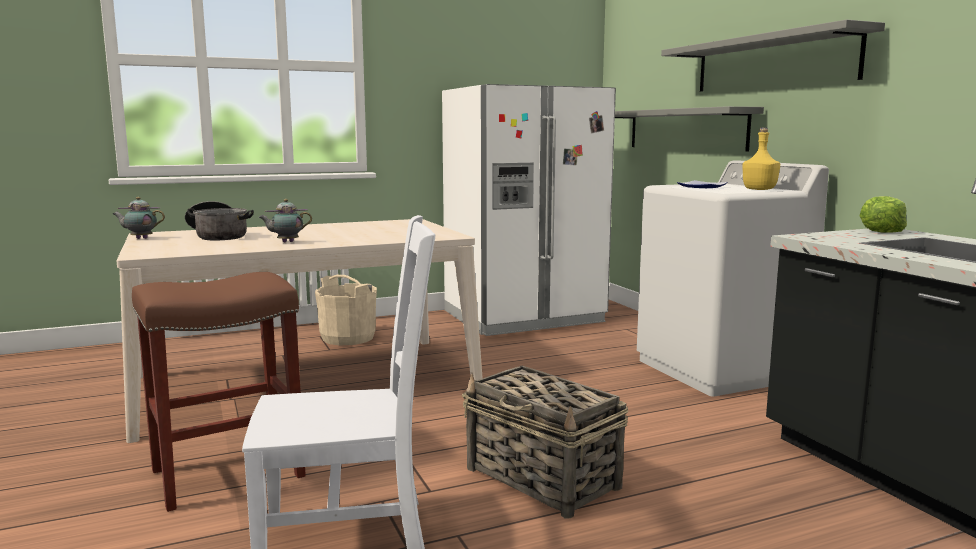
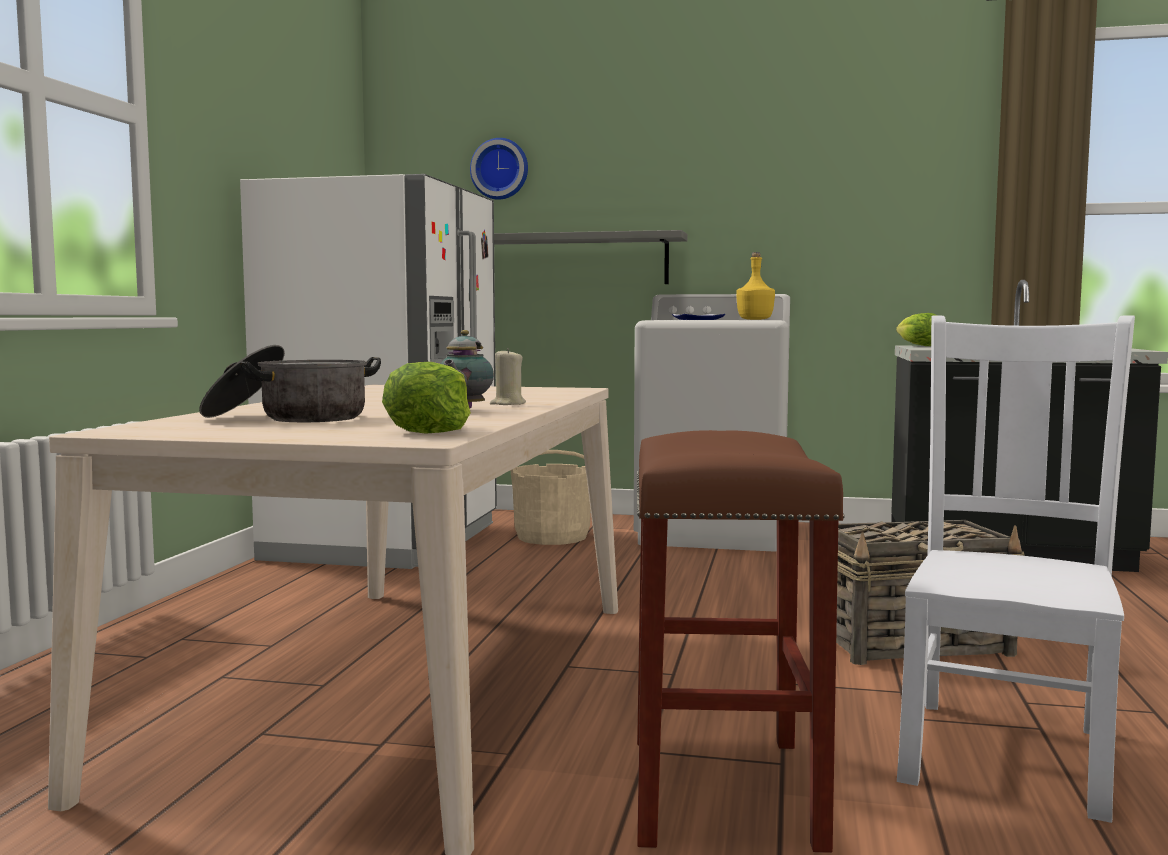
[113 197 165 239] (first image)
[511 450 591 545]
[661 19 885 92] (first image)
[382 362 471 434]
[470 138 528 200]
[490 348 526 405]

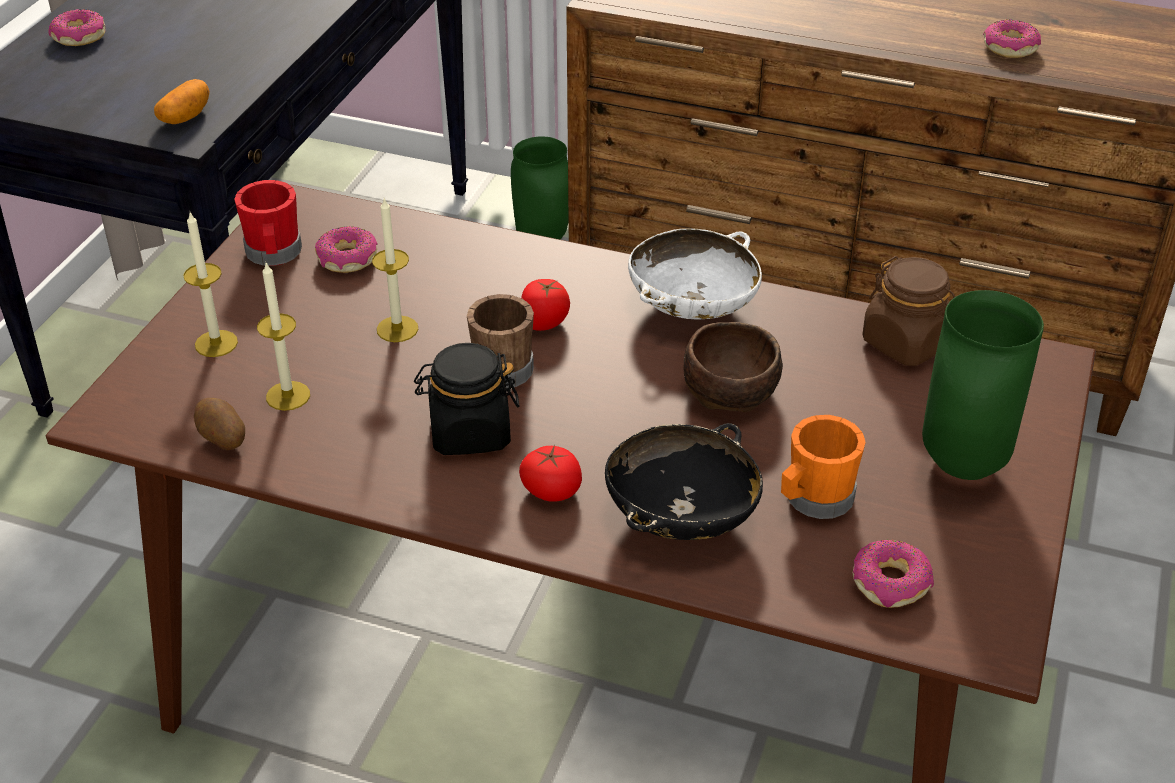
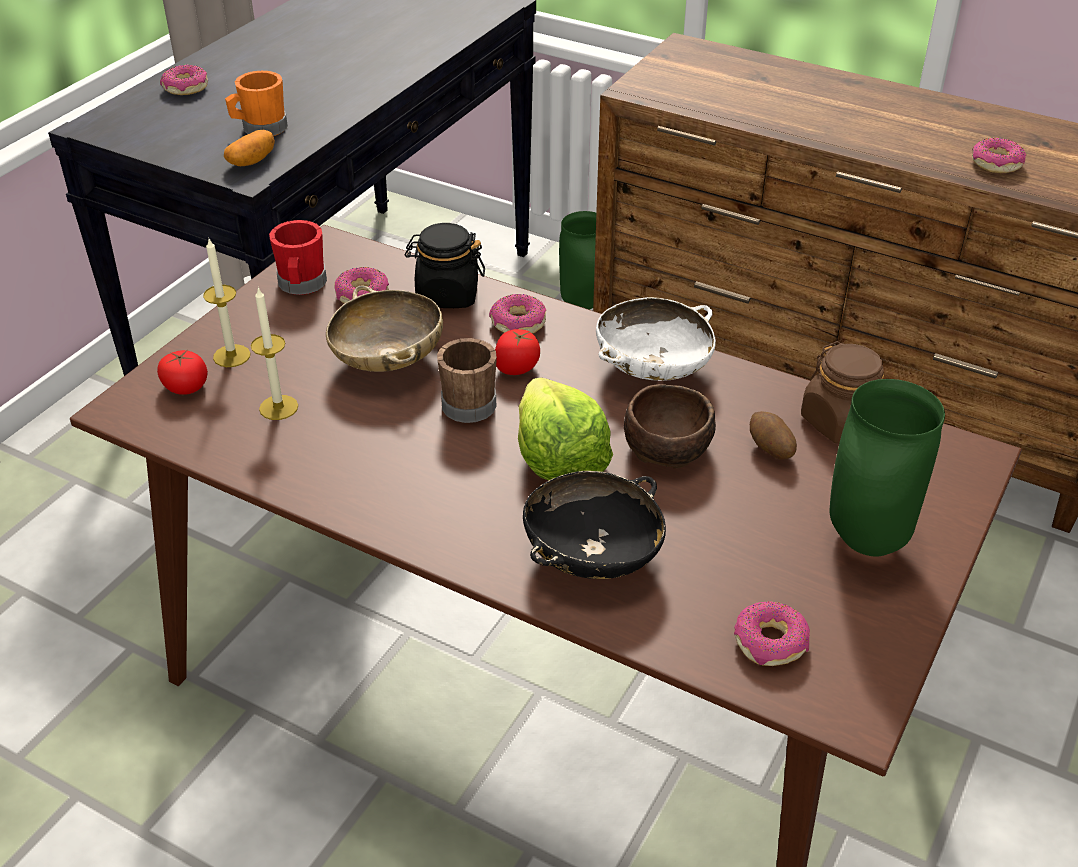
[750 411 797 460]
[326 285 443 372]
[405 223 485 308]
[157 350 208 395]
[225 71 288 136]
[489 294 546 333]
[518 377 613 480]

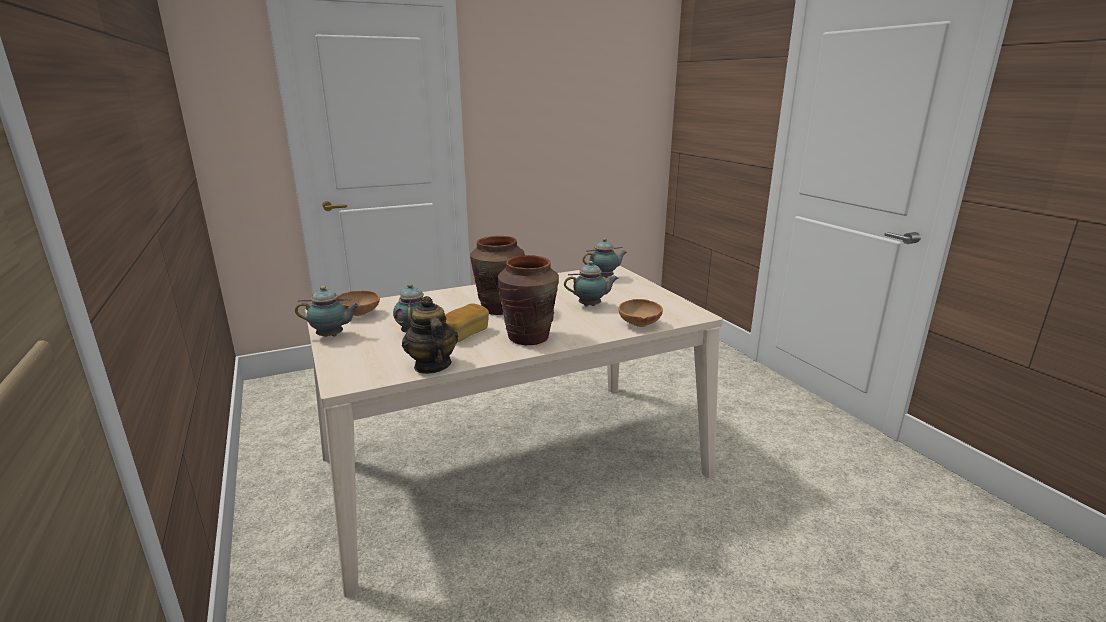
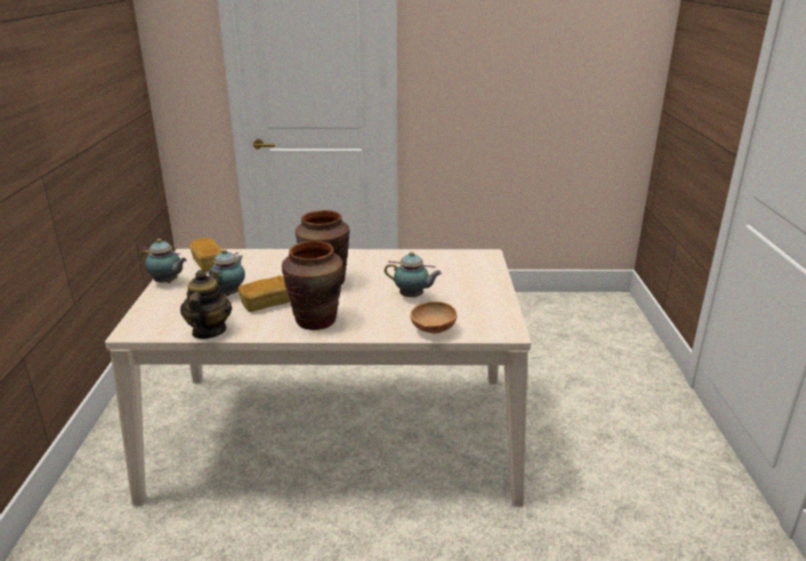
[190 238 222 272]
[583 238 627 278] (first image)

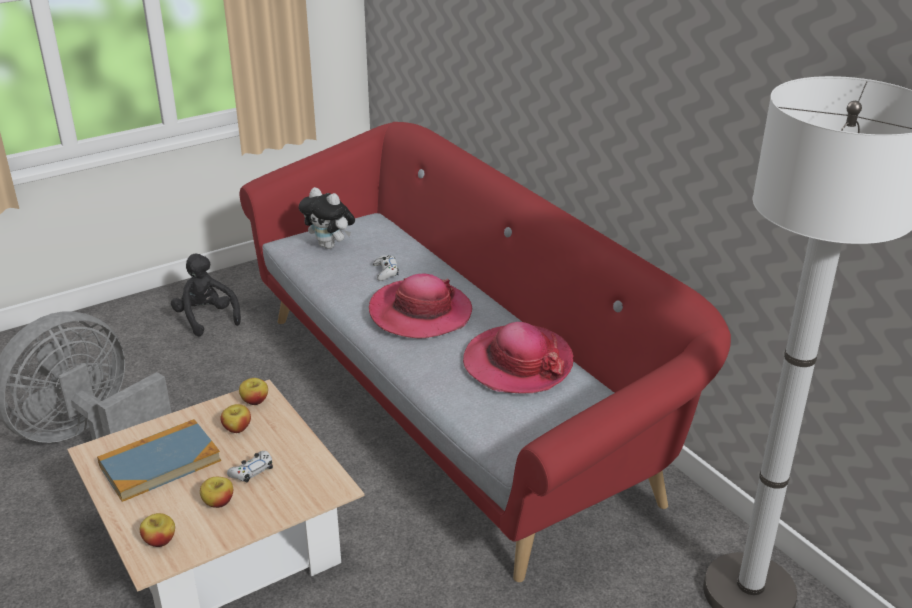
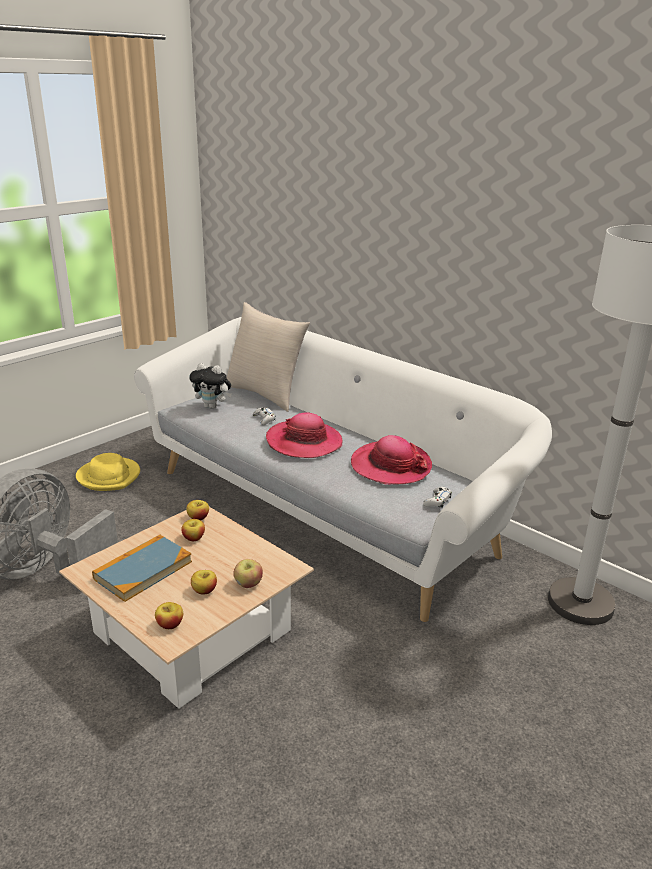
[76 453 140 491]
[423 487 452 508]
[134 317 552 622]
[227 302 310 412]
[233 559 263 588]

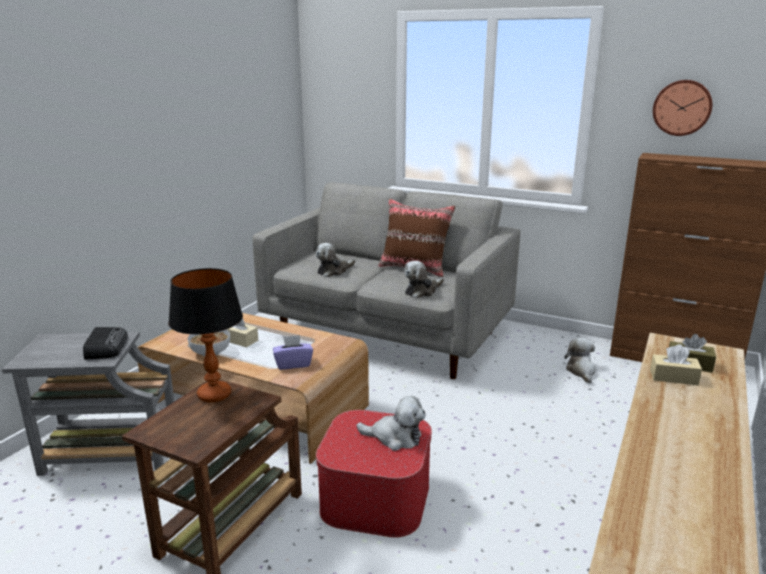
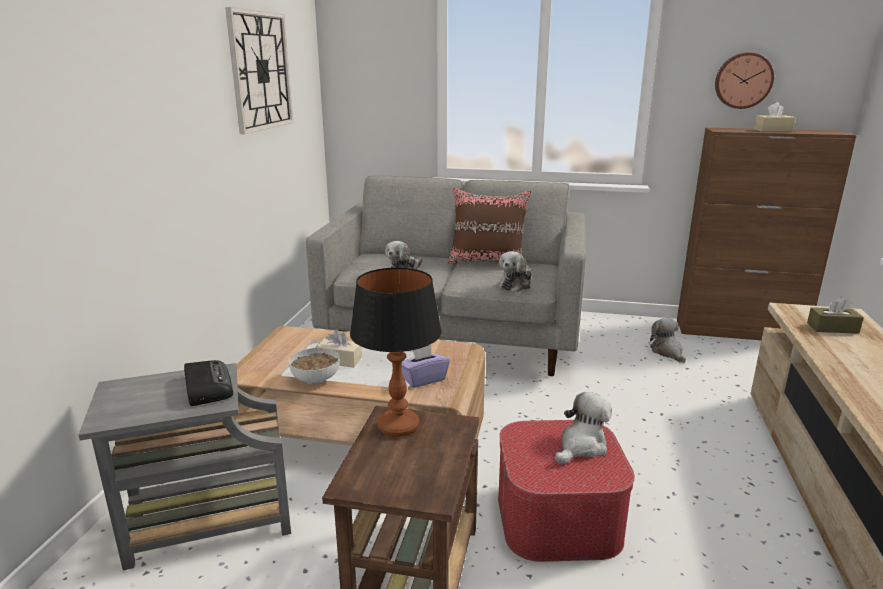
[555 392 612 464]
[754 102 795 132]
[225 7 293 134]

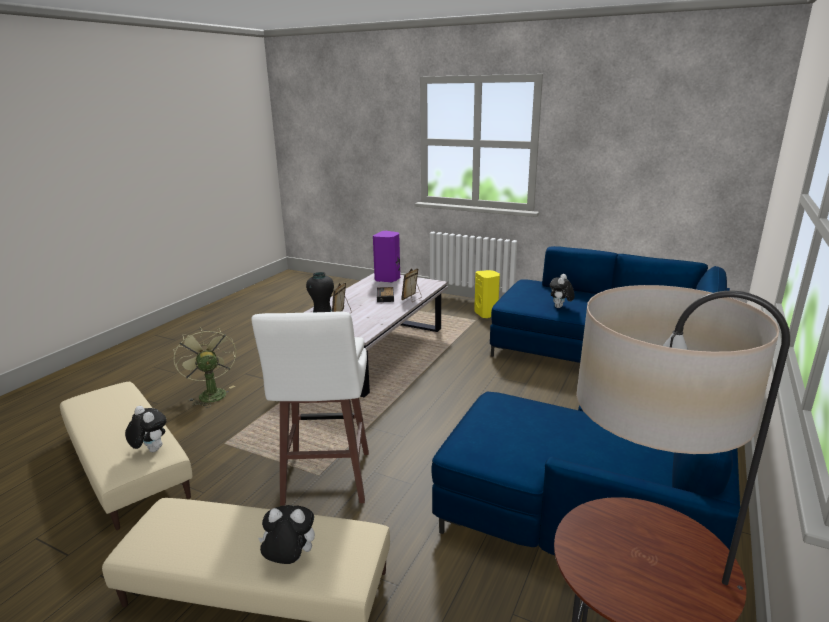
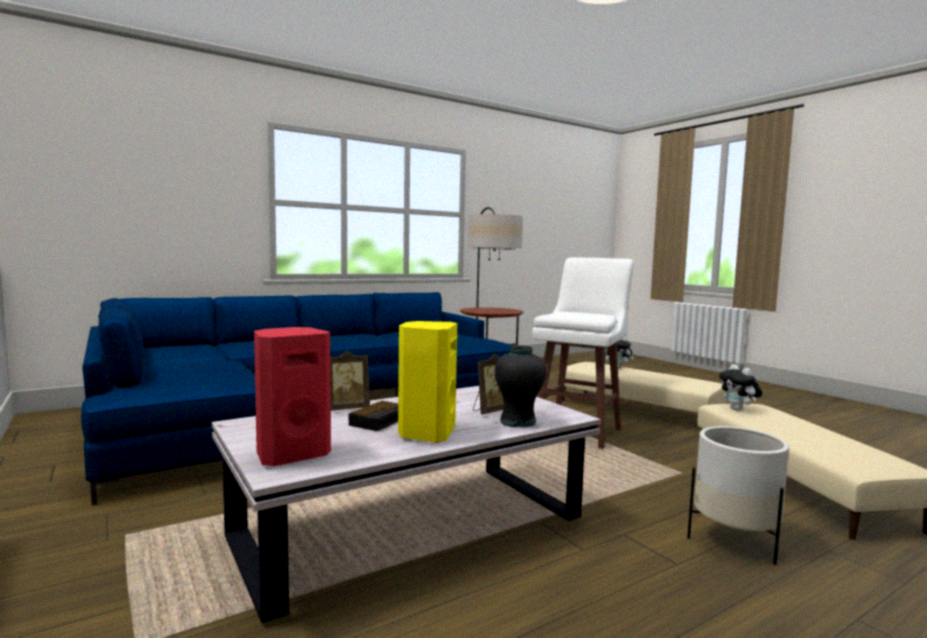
[687 426 789 565]
[254 327 331 466]
[398 321 457 443]
[550 274 575 308] (first image)

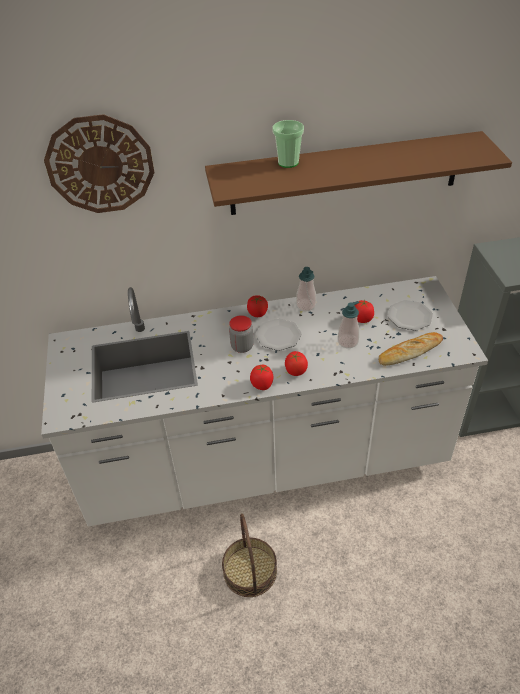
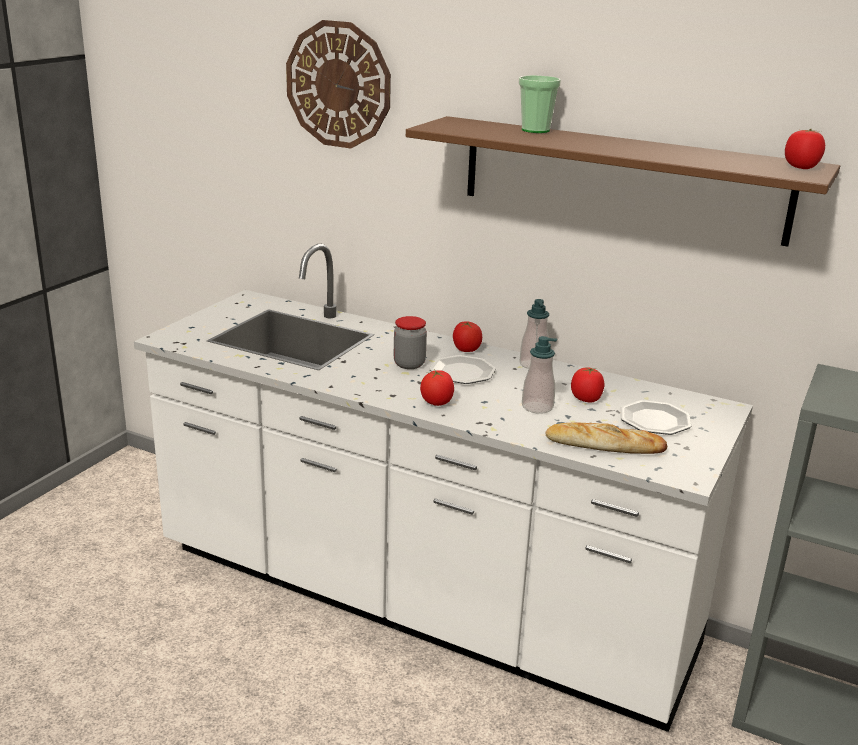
[222 513 277 597] (first image)
[785 129 825 169]

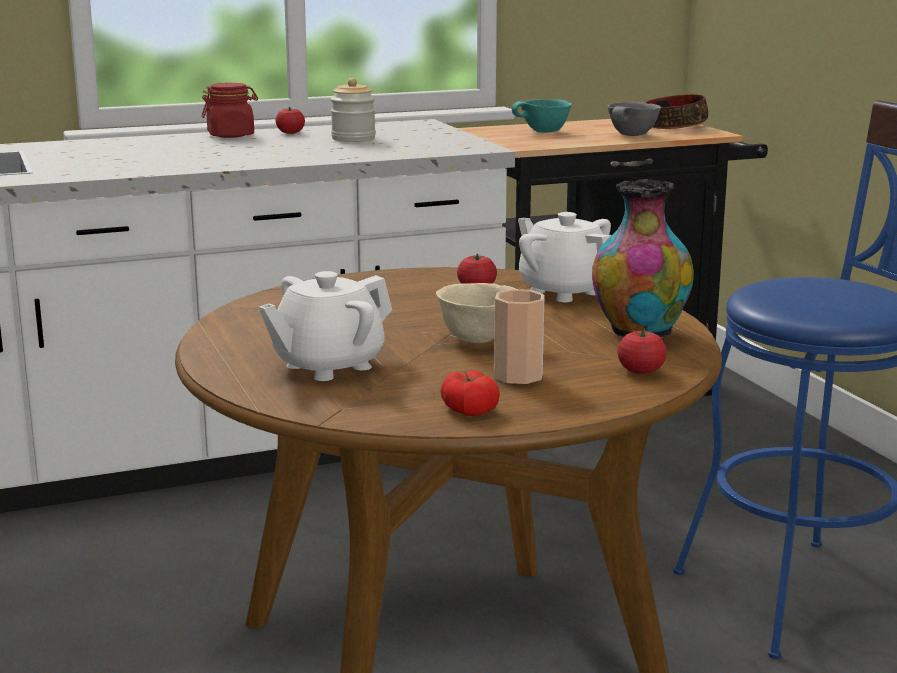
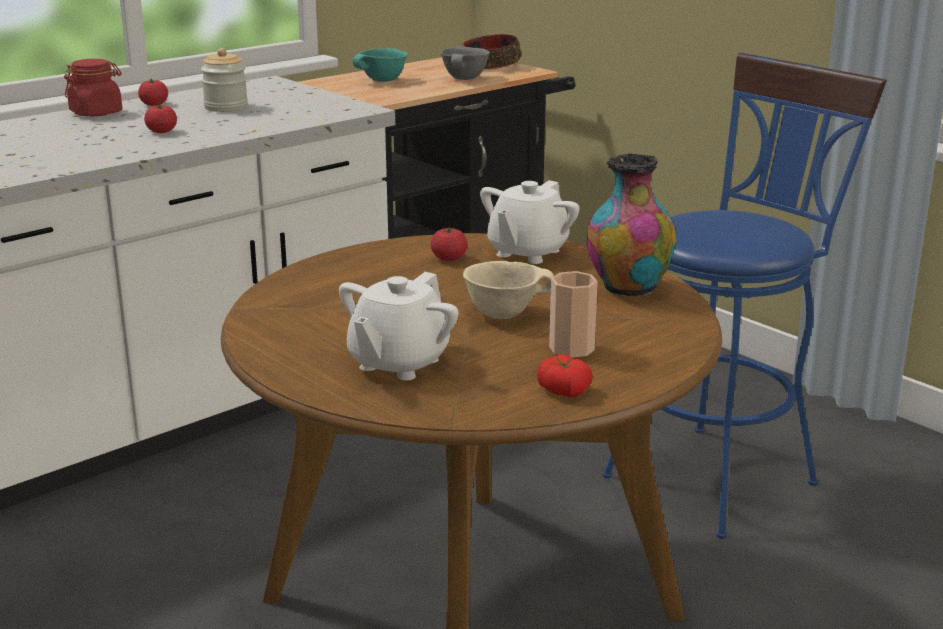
[480 180 579 264]
[144 103 177 133]

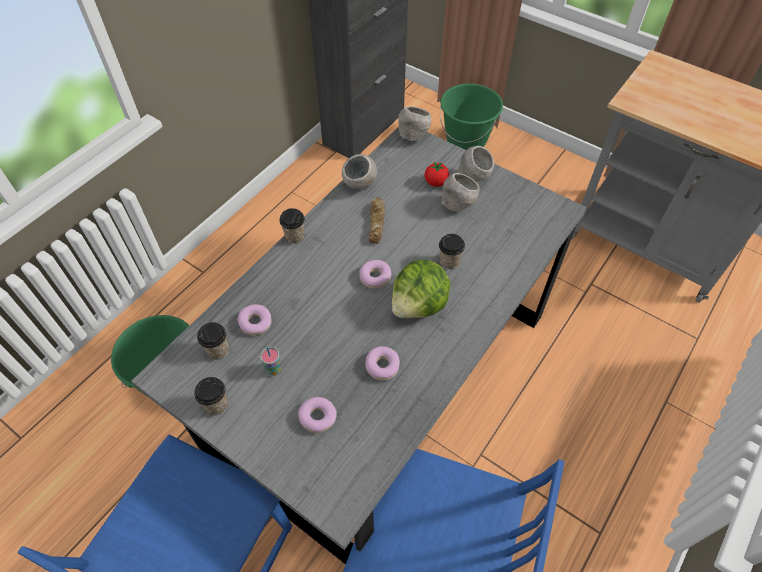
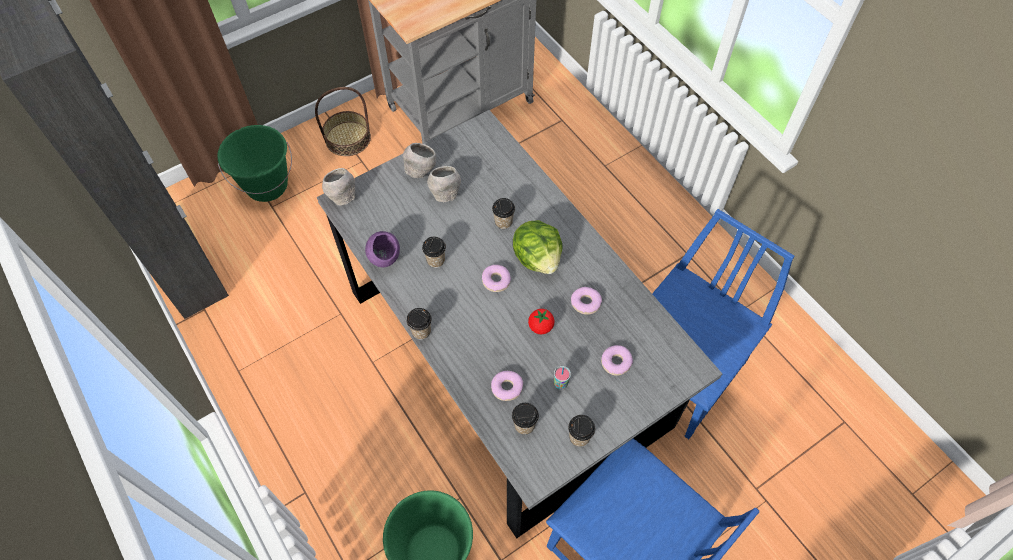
[365 231 400 267]
[422 237 446 268]
[528 309 554 334]
[315 87 371 156]

